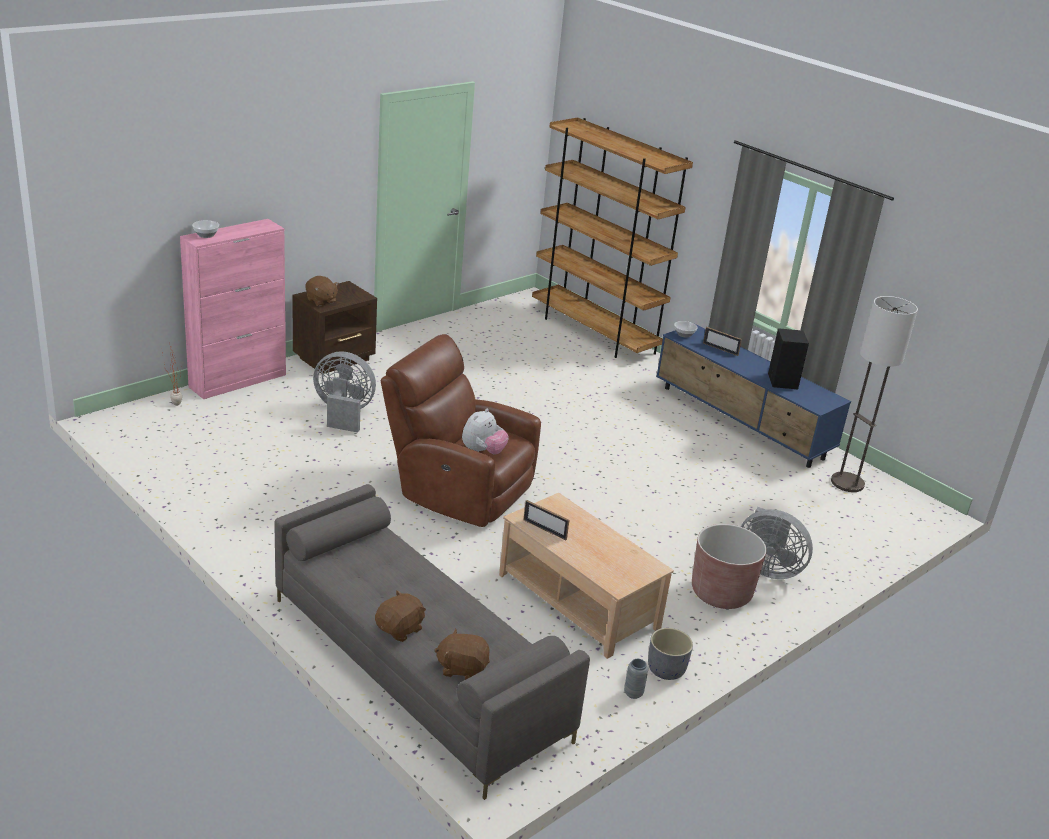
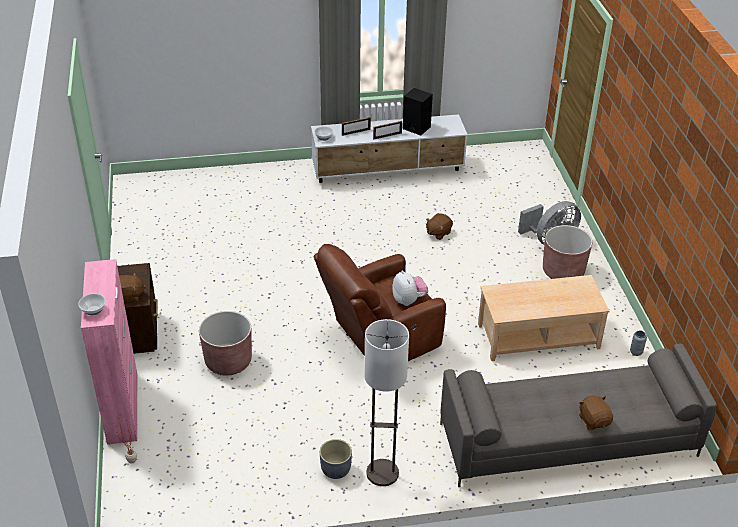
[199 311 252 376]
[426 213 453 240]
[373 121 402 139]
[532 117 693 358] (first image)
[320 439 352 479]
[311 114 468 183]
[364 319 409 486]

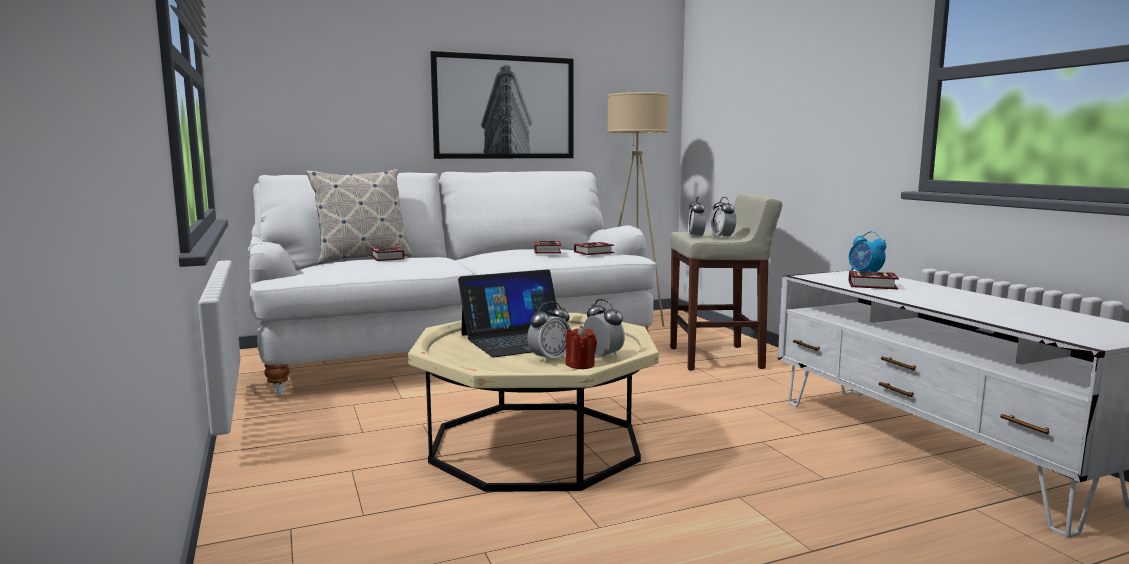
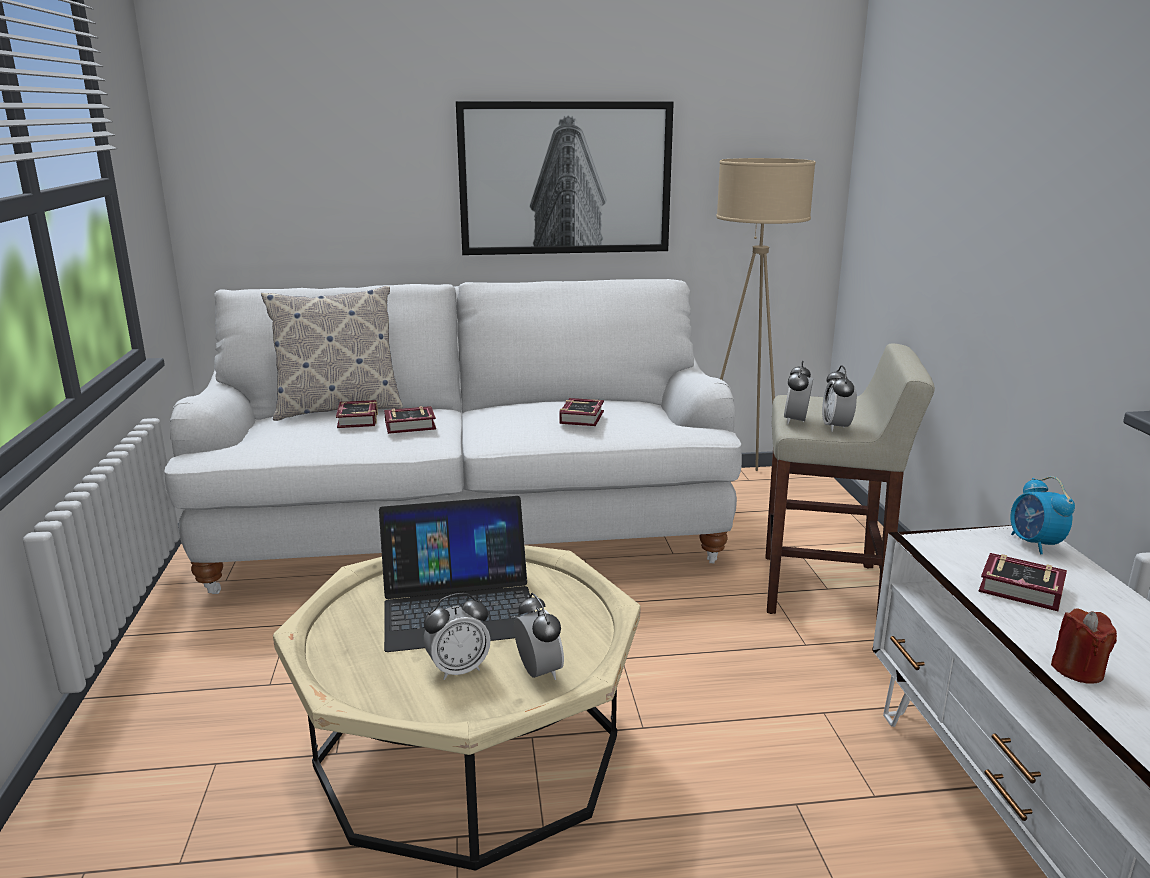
[1051 608 1117 684]
[384 406 436 434]

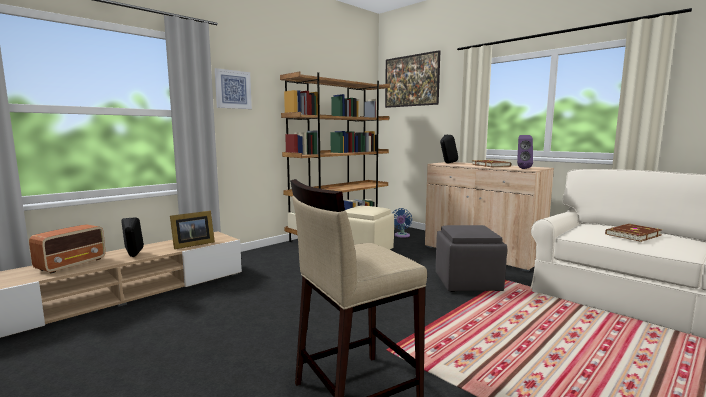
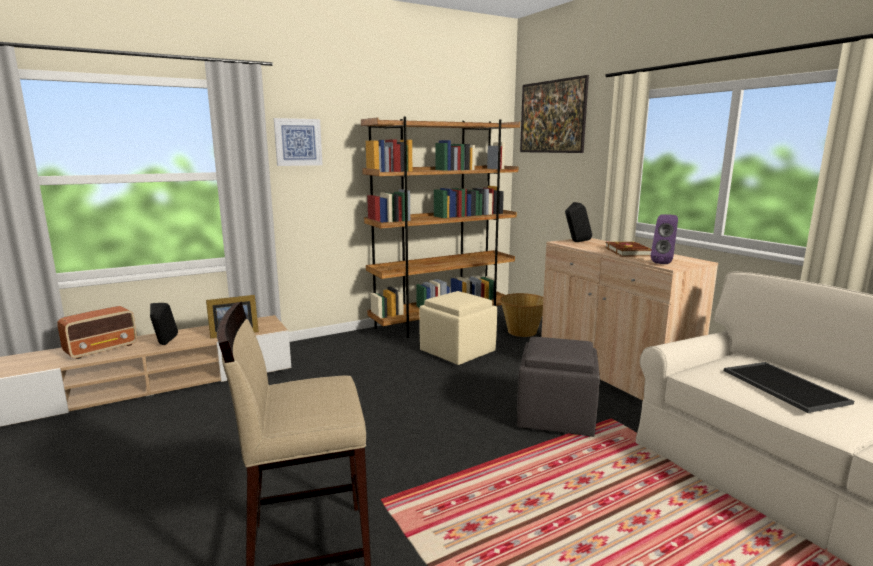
[500 293 543 337]
[724 362 854 413]

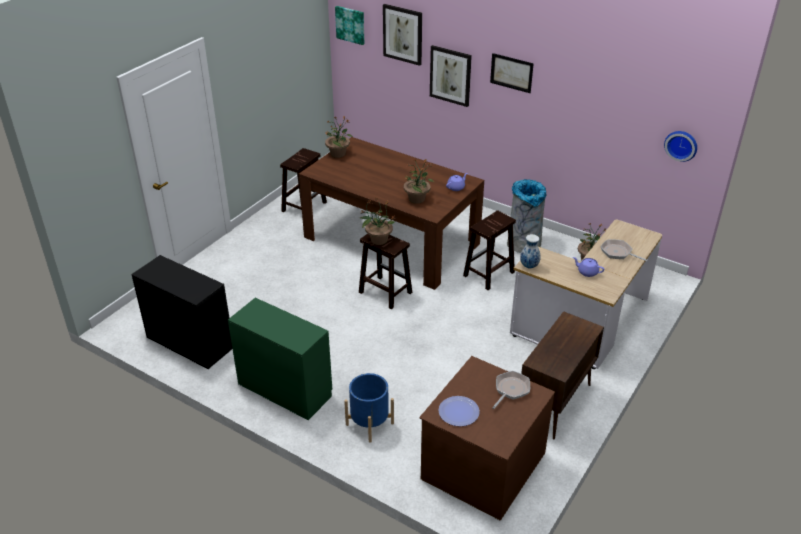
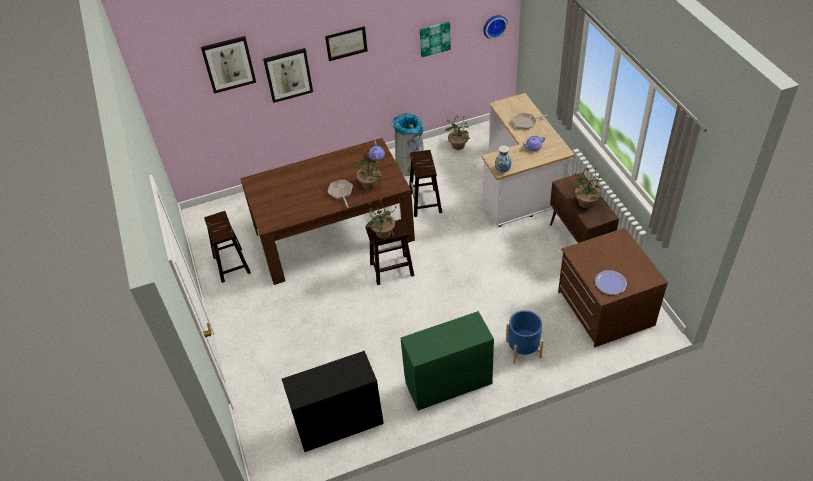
[571 168 604 208]
[420 21 451 57]
[328 179 353 208]

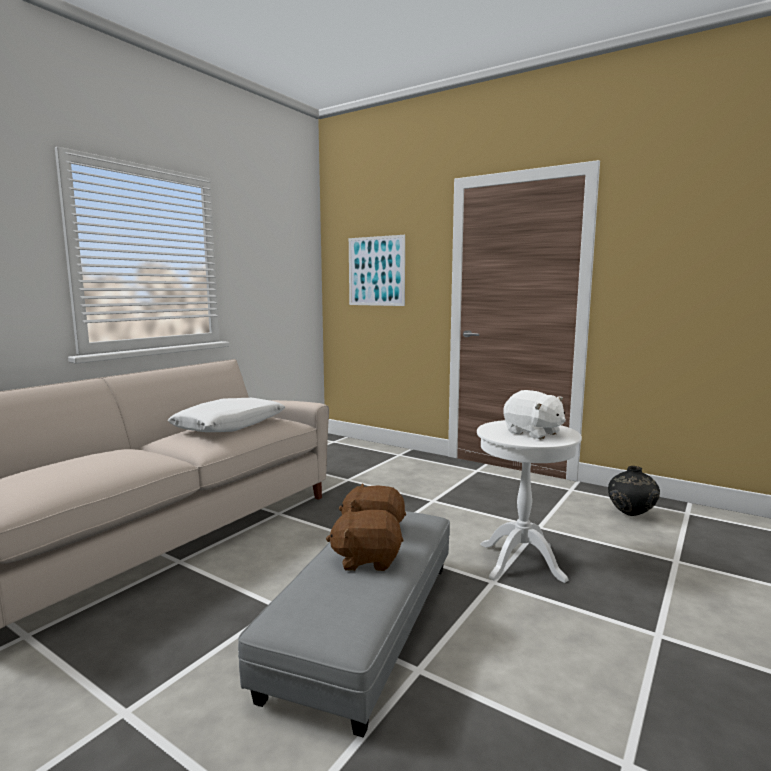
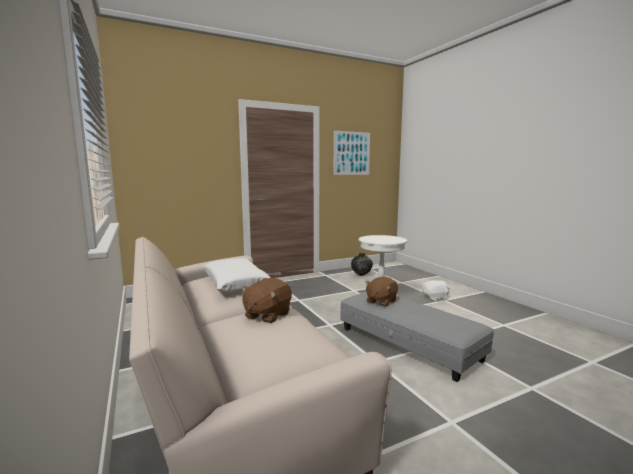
[241 278 292 323]
[333 131 370 175]
[422 280 449 302]

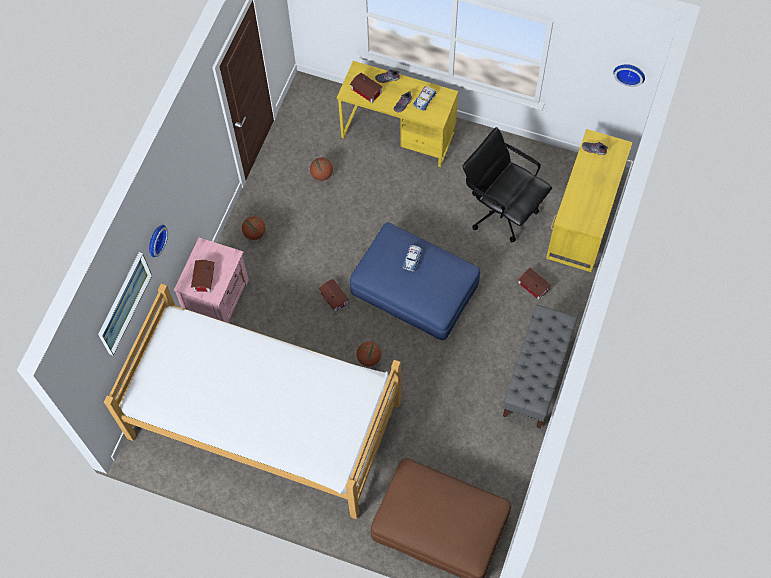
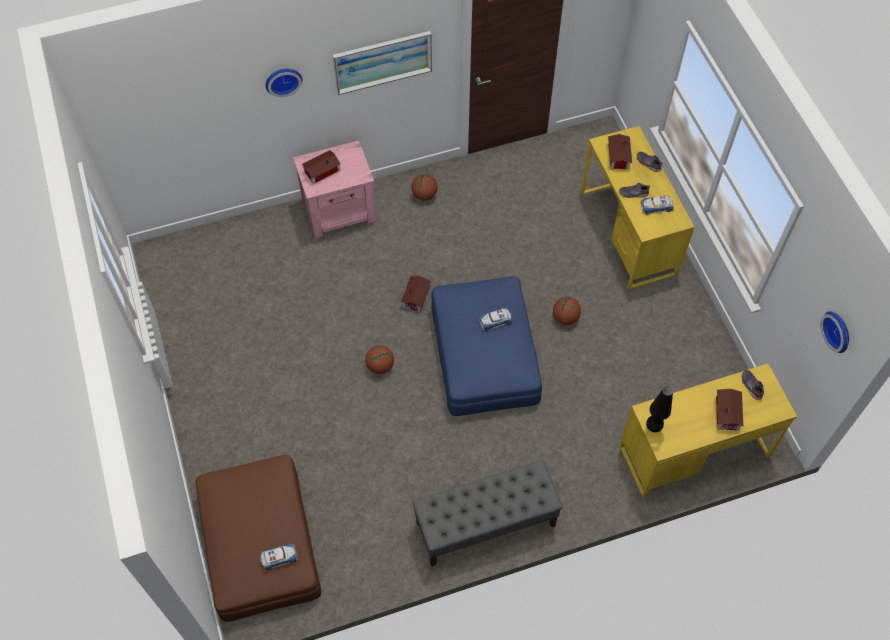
[333 31 432 95]
[104 283 401 519] (first image)
[553 297 581 325]
[463 127 552 242] (first image)
[716 389 743 431]
[260 543 298 571]
[646 386 673 432]

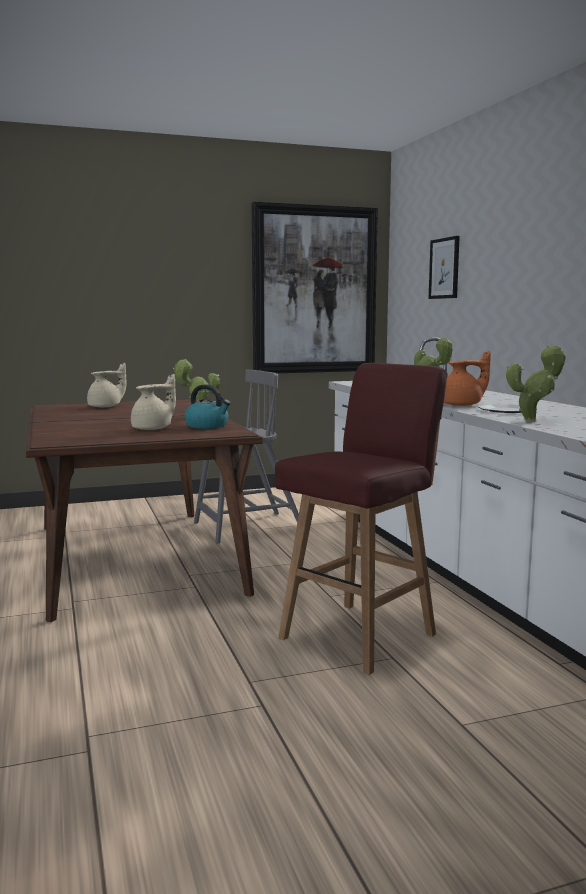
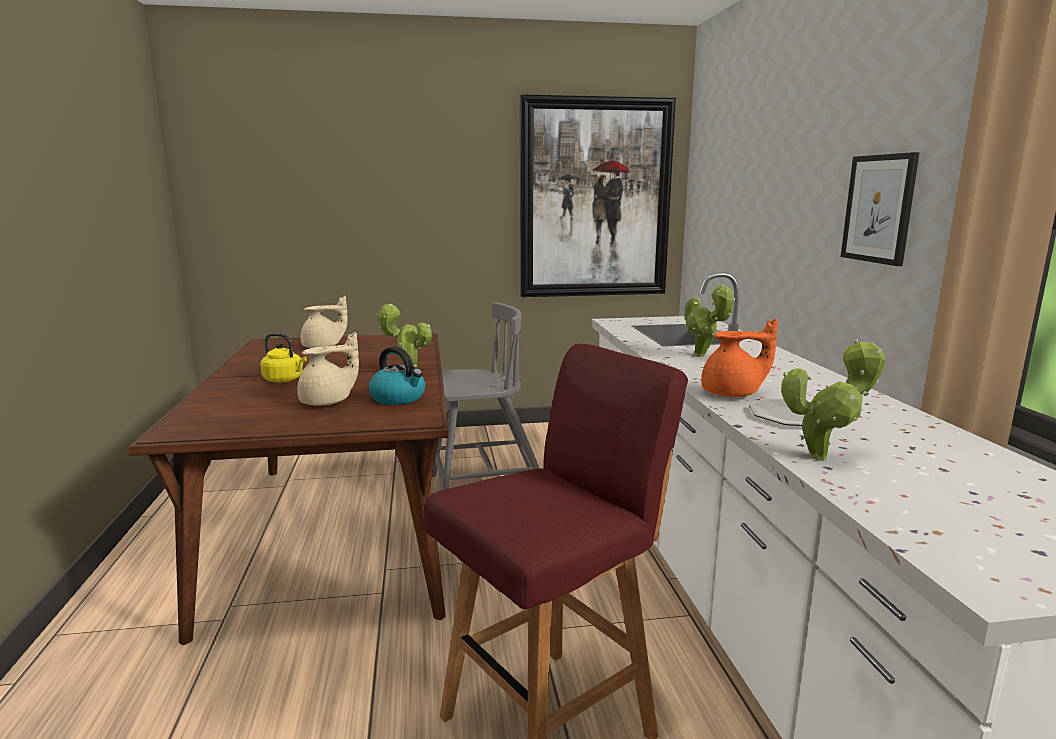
[841 152 920 266]
[260 333 307 382]

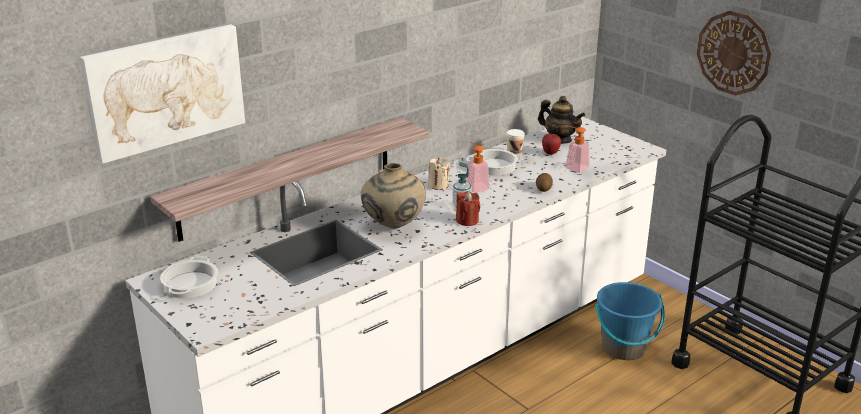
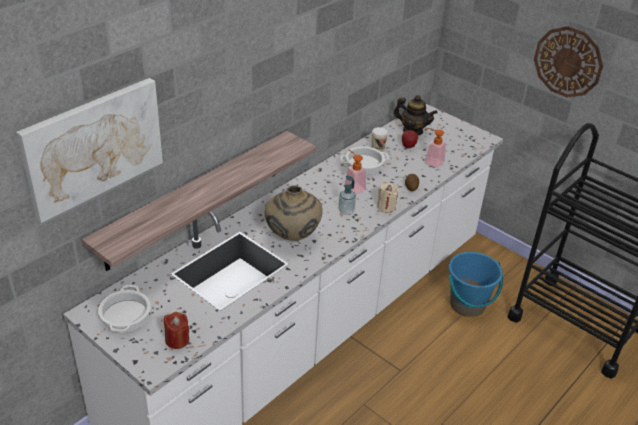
[377 183 399 213]
[164 312 189 349]

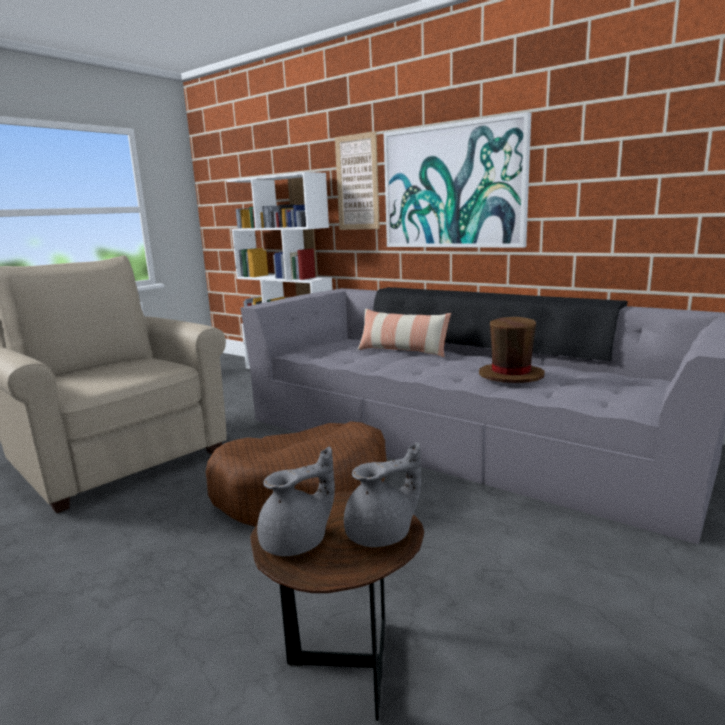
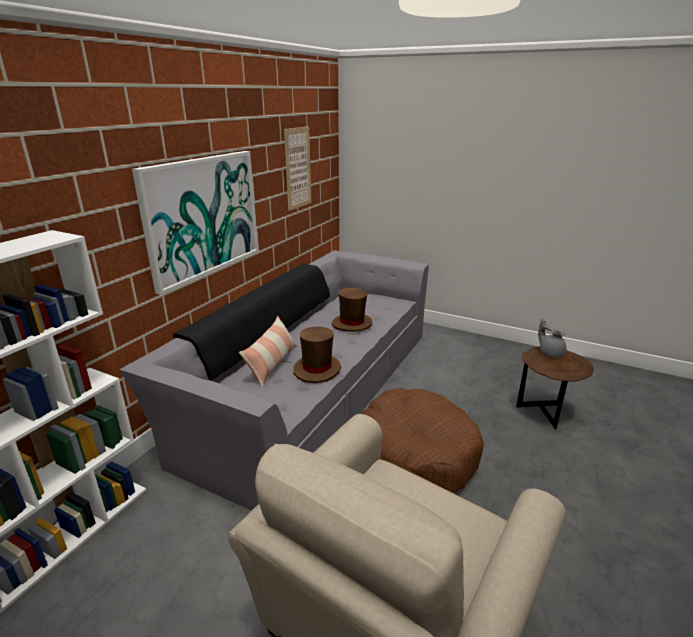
[257 446 335 556] (first image)
[284 126 312 211]
[294 327 341 383]

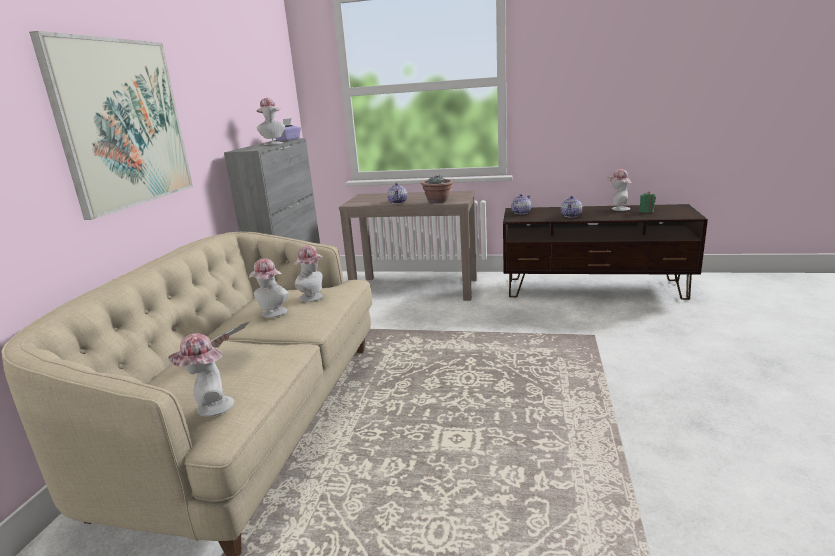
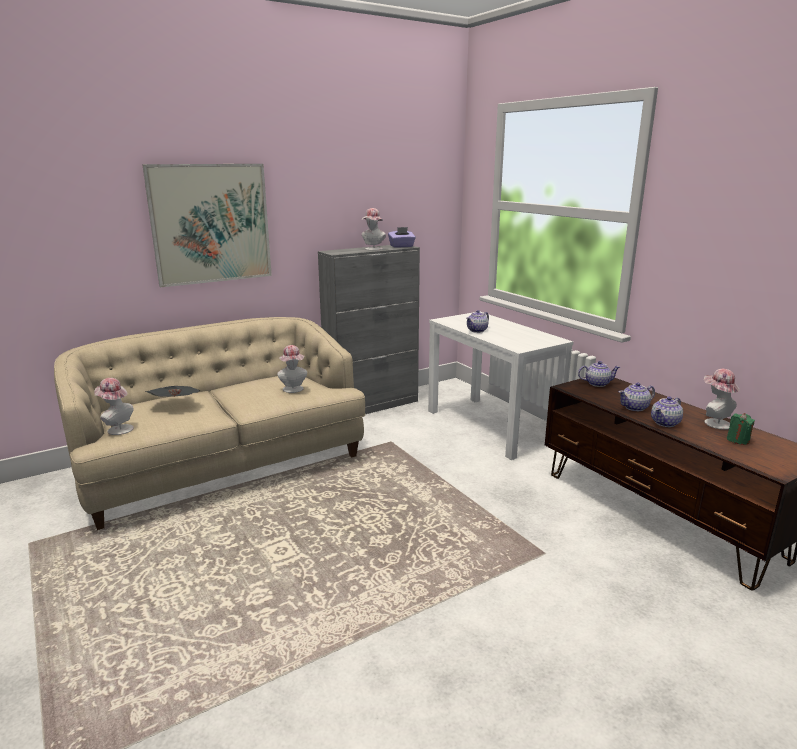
[249 258 289 318] (first image)
[428 312 573 460]
[421 175 453 203] (first image)
[651 396 683 427]

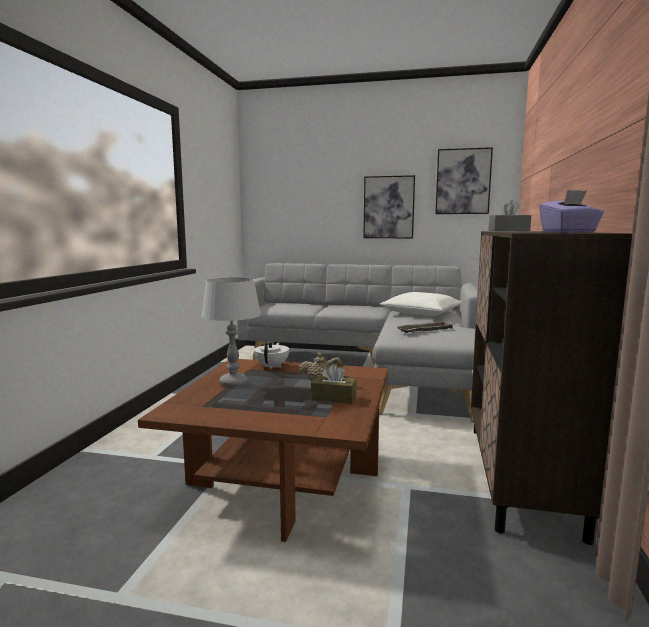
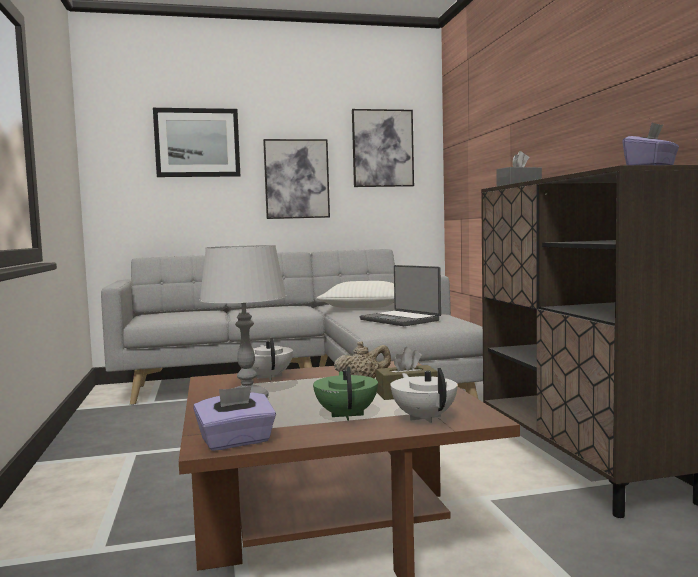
[360 265 441 326]
[153 108 240 177]
[193 386 276 451]
[313 367 378 421]
[390 368 457 423]

